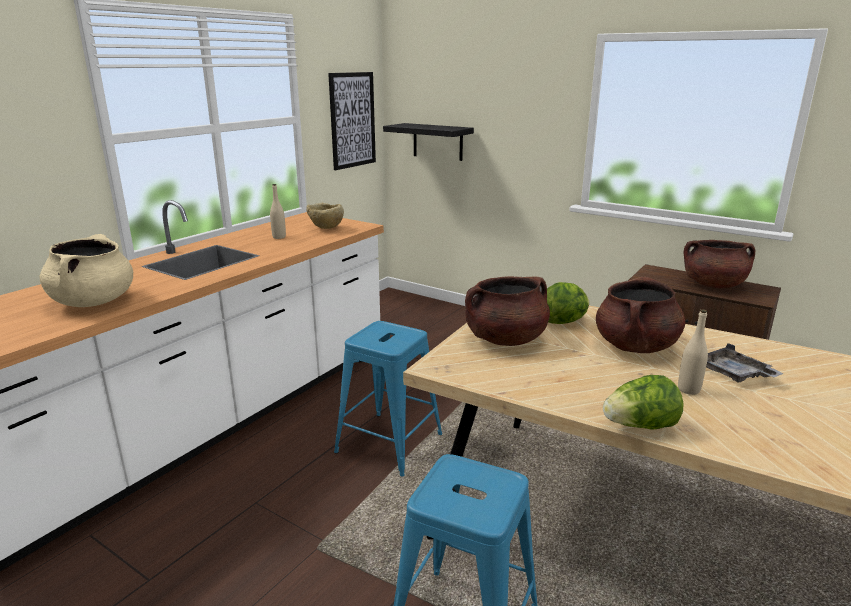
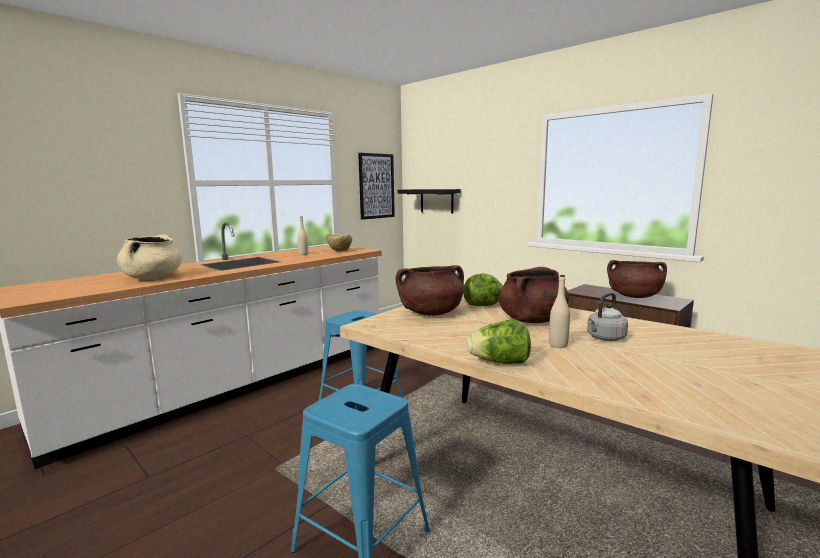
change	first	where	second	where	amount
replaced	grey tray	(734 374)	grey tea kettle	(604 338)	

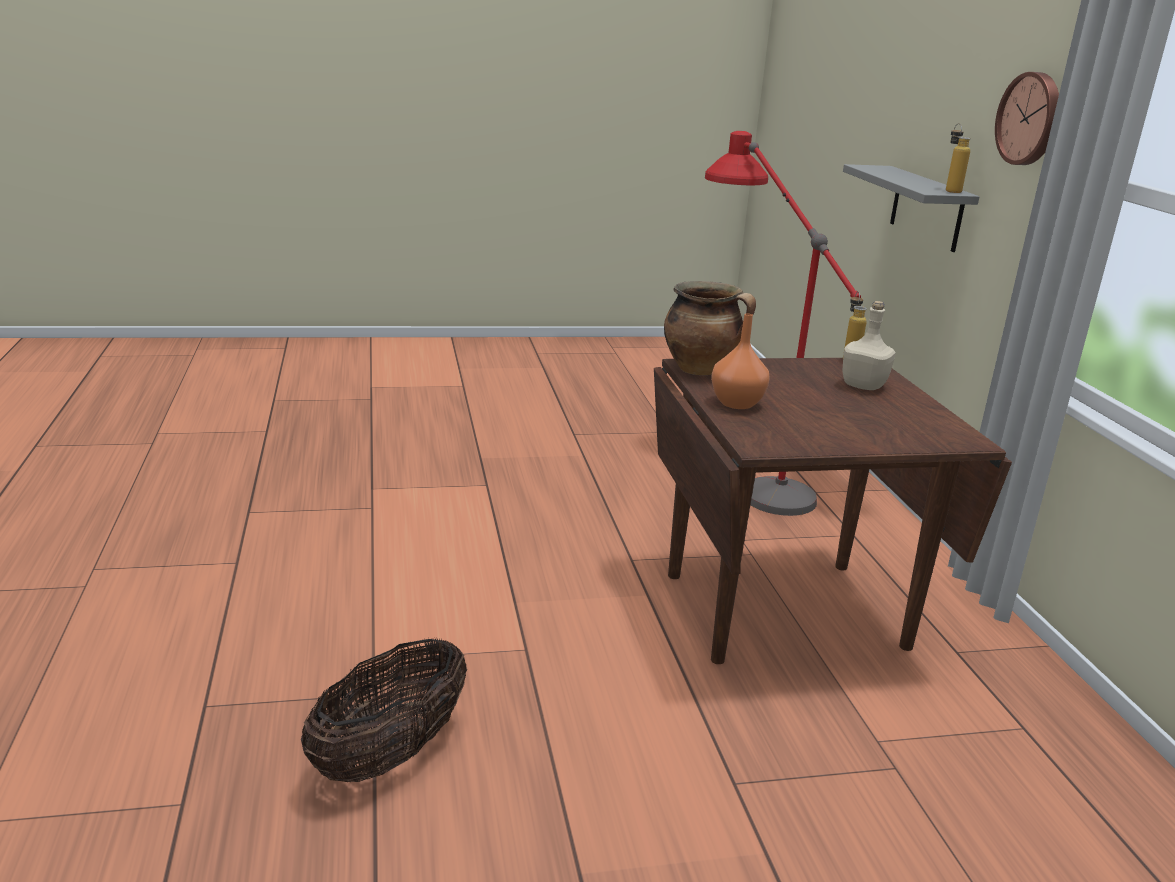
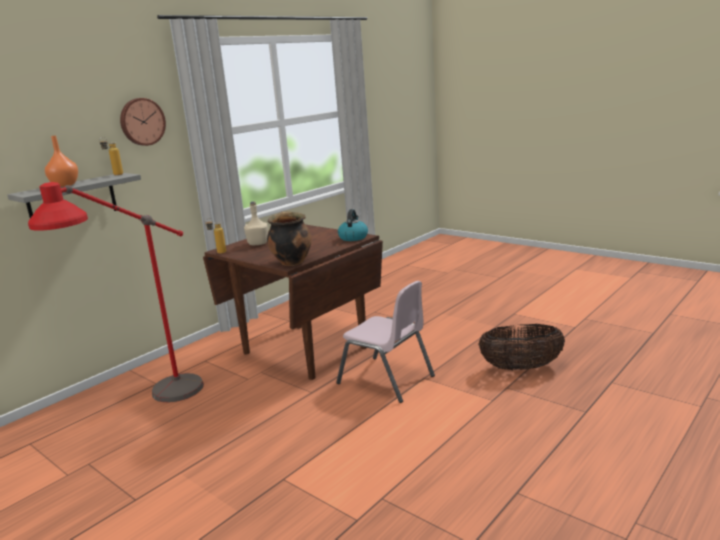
change	first	where	second	where	amount
moved	orangey flower vase	(737 404)		(65 185)	
added			pink-coloured upright chair	(386 380)	
added			tea kettle	(353 237)	

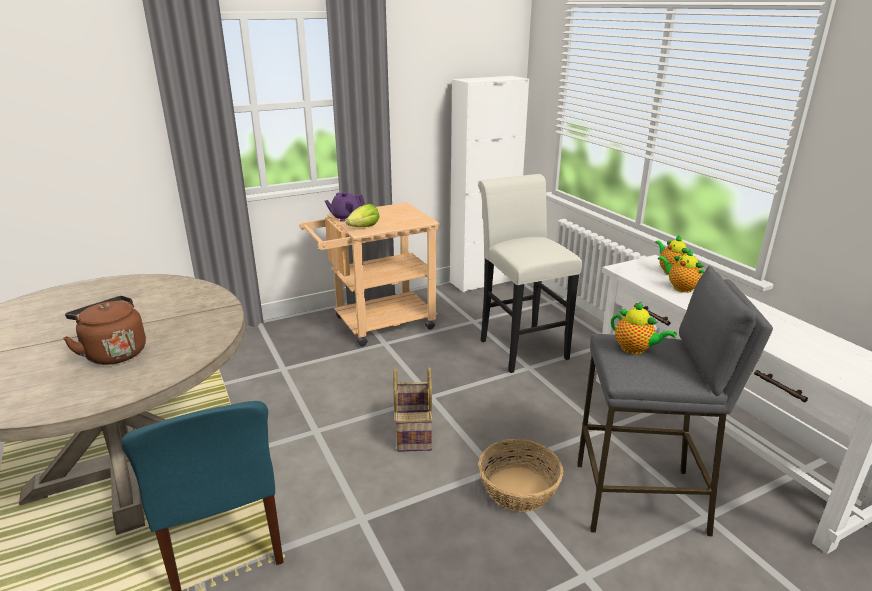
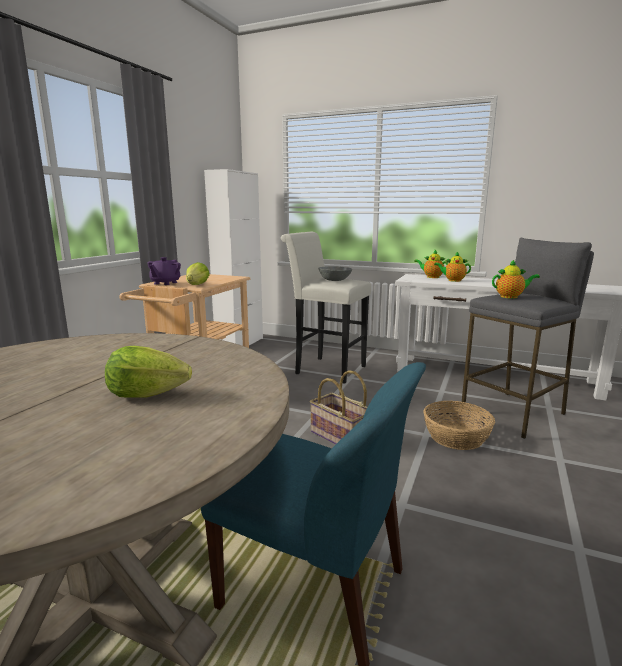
change	first	where	second	where	amount
replaced	brownish tea kettle	(114 353)	lettuce head	(147 394)	
added			grey serving bowl	(335 280)	

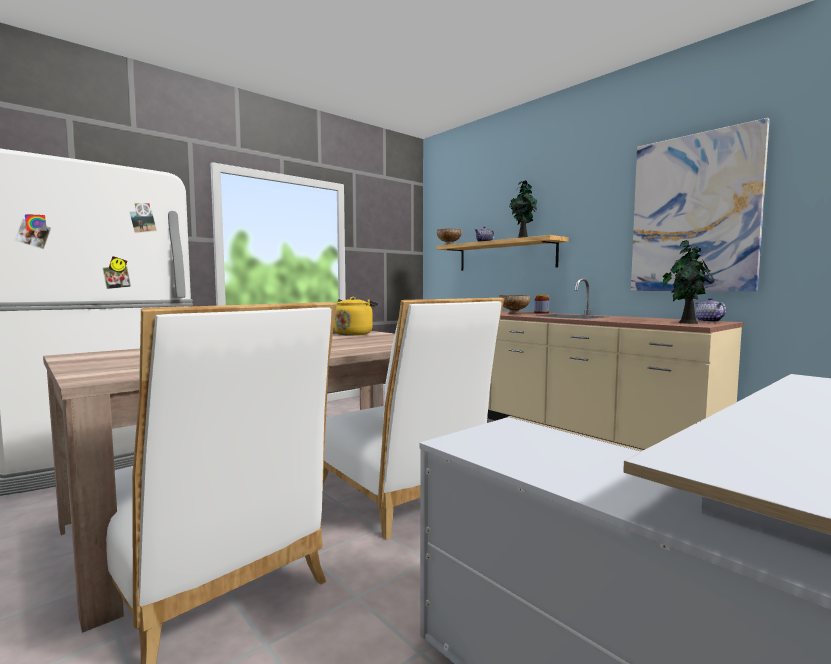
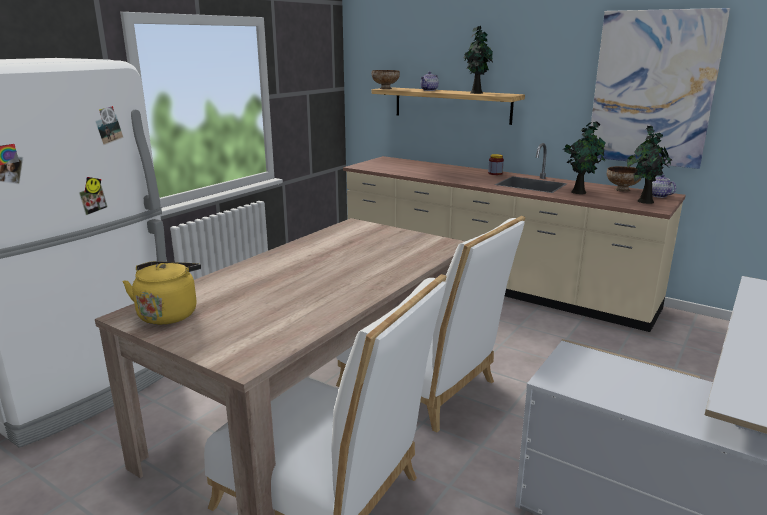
change	first	where	second	where	amount
moved	yellow tea kettle	(354 334)		(169 314)	
added			houseplant	(579 192)	
moved	serving bowl	(514 314)		(622 189)	

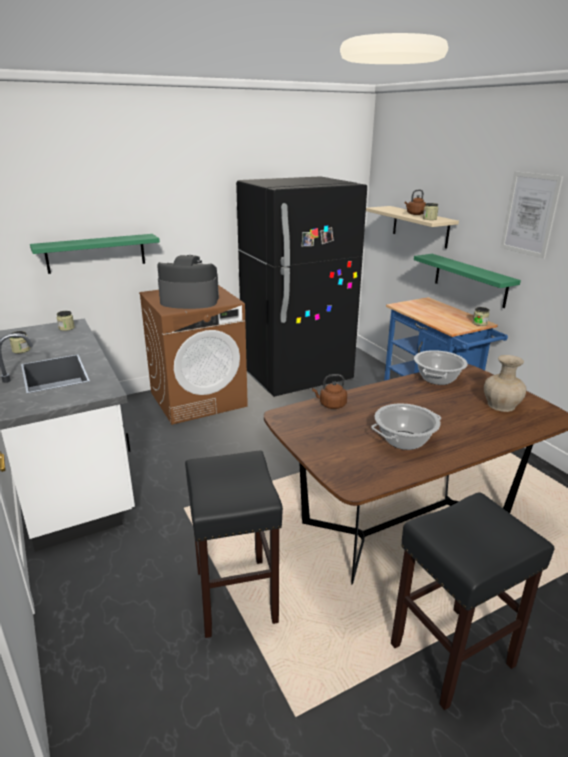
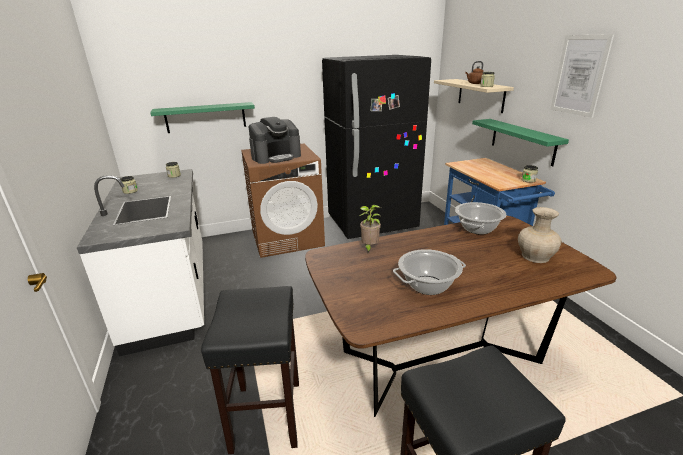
change	first	where	second	where	amount
turned	coffee maker	(189 301)		(276 157)	135 degrees clockwise
replaced	brownish tea kettle	(331 405)	houseplant	(369 248)	

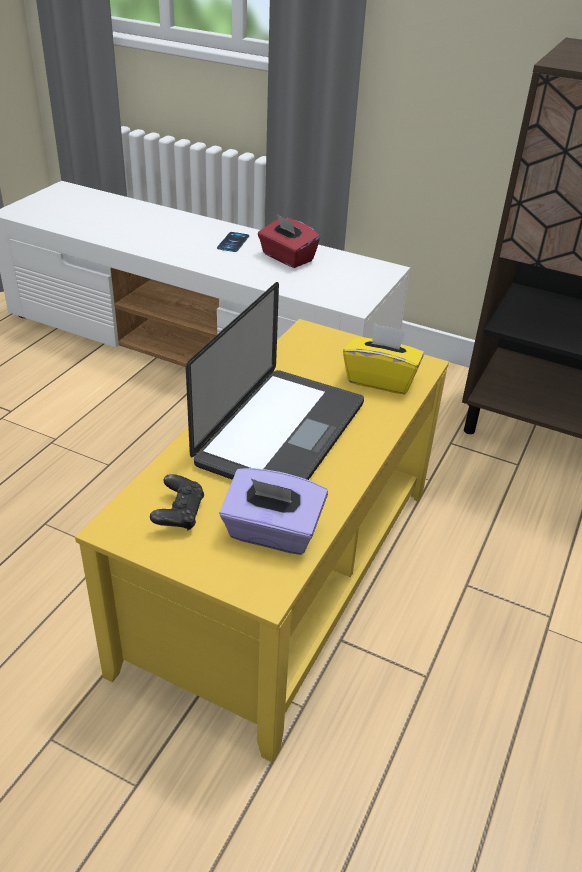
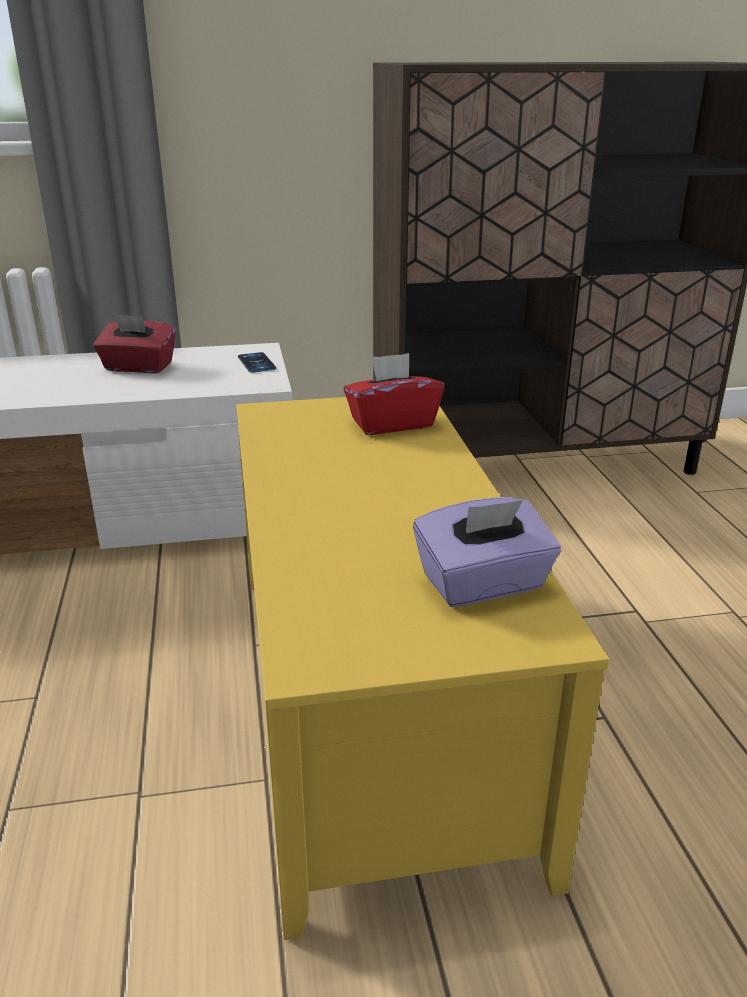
change	first	where	second	where	amount
moved	handset	(233 242)		(256 363)	
recoloured	yellow tissue box	(380 380)	red tissue box	(392 423)	
removed	blackish game controller	(179 514)			
removed	laptop	(281 433)			

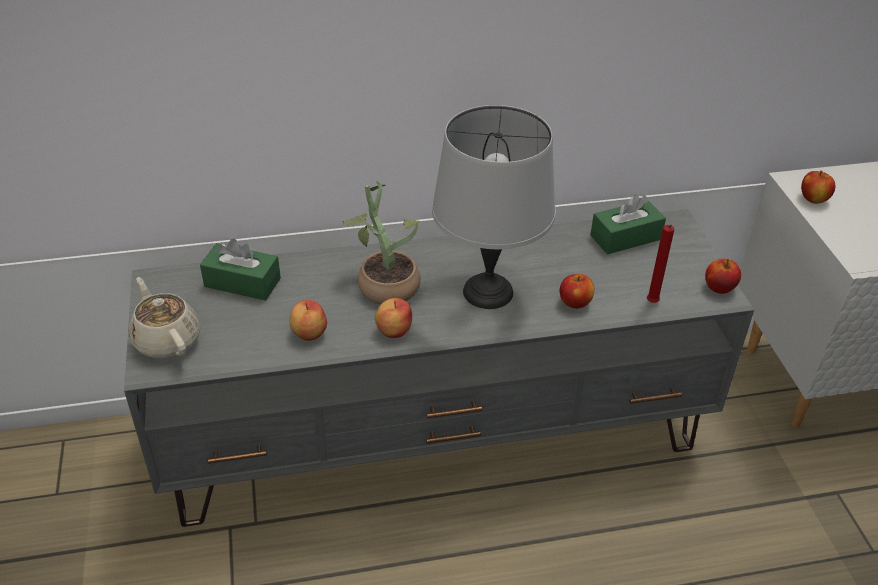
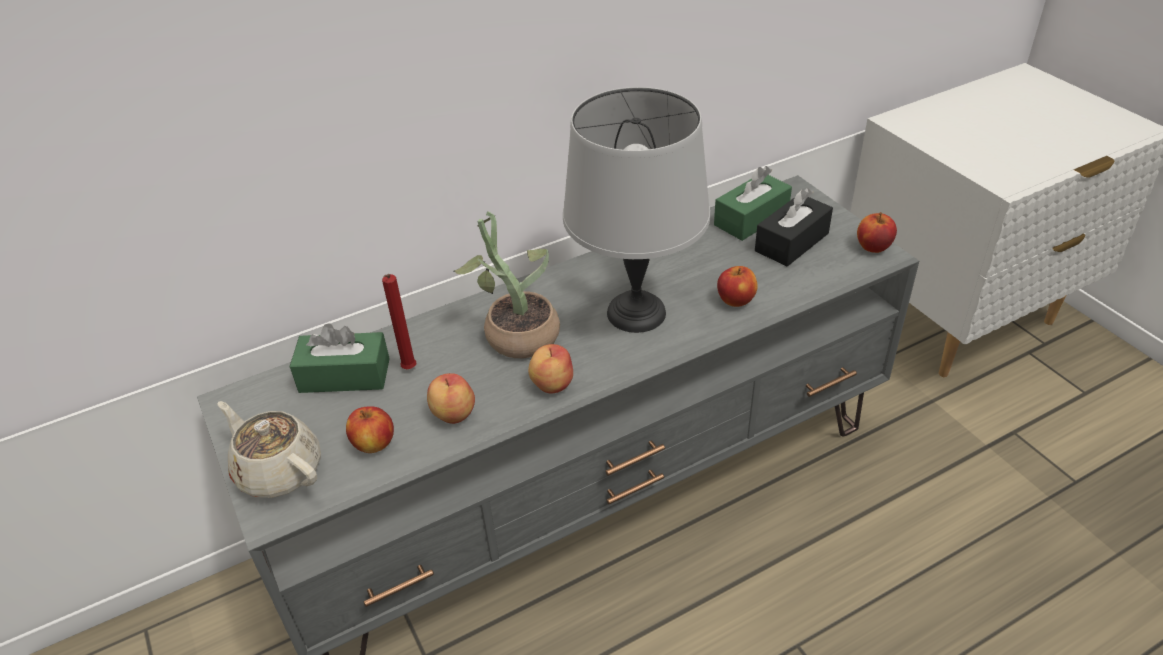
change	first	where	second	where	amount
moved	apple fruit	(813 199)		(374 444)	
moved	red candle	(651 304)		(409 370)	
added			blackish tissue box	(791 242)	

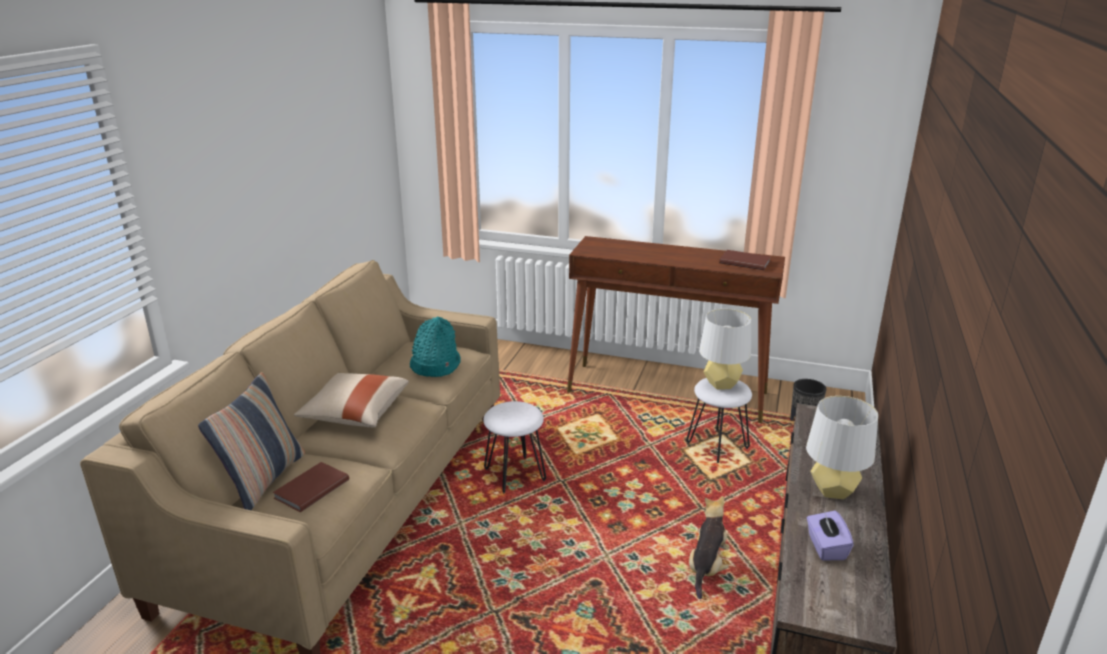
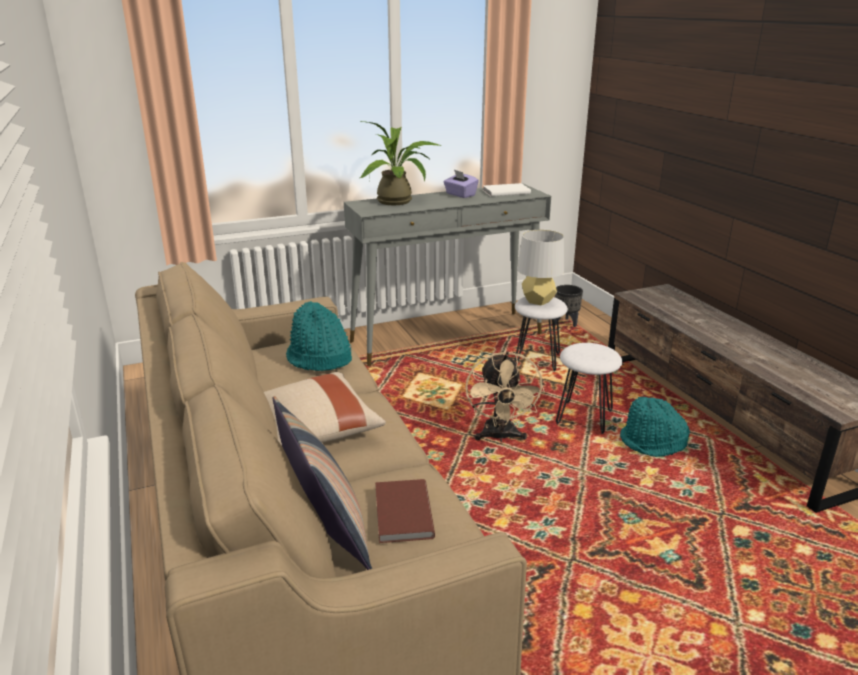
change	first	where	second	where	amount
recoloured	brownish console table	(667 392)	grey console table	(447 337)	
added			houseplant	(399 201)	
moved	purple-coloured tissue box	(825 547)		(460 195)	
added			beige-coloured electric fan	(500 437)	
recoloured	brownish bound book	(744 262)	whitish bound book	(505 192)	
moved	whitish stool	(515 475)		(584 417)	
replaced	soft toy	(707 567)	turquoise clothing hat	(653 443)	
removed	grey tabletop lamp	(832 490)			

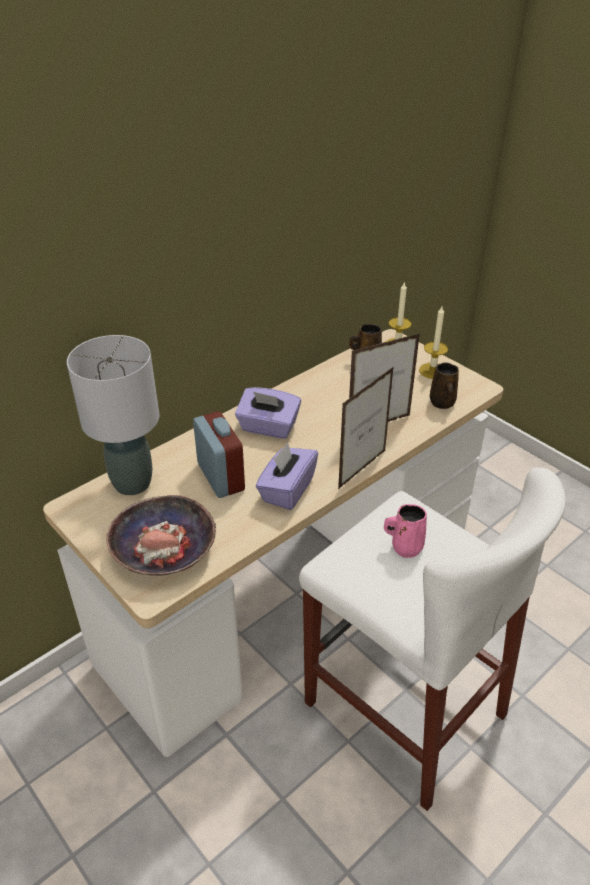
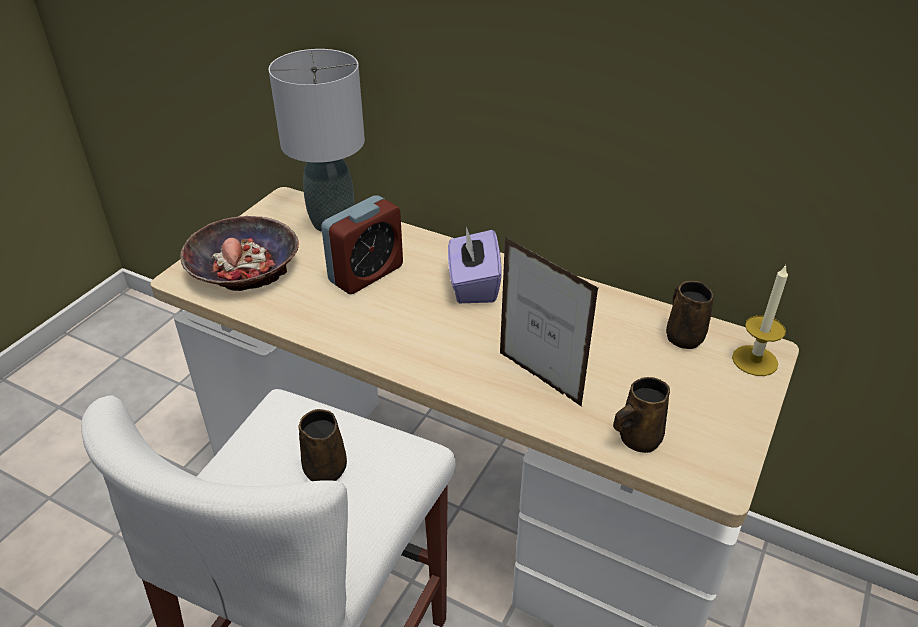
change	first	where	second	where	amount
recoloured	pink-coloured coffee mug	(405 547)	brownish coffee mug	(325 467)	
removed	purple-coloured tissue box	(287 490)			
removed	standing frame	(362 469)			
removed	candle	(432 371)			

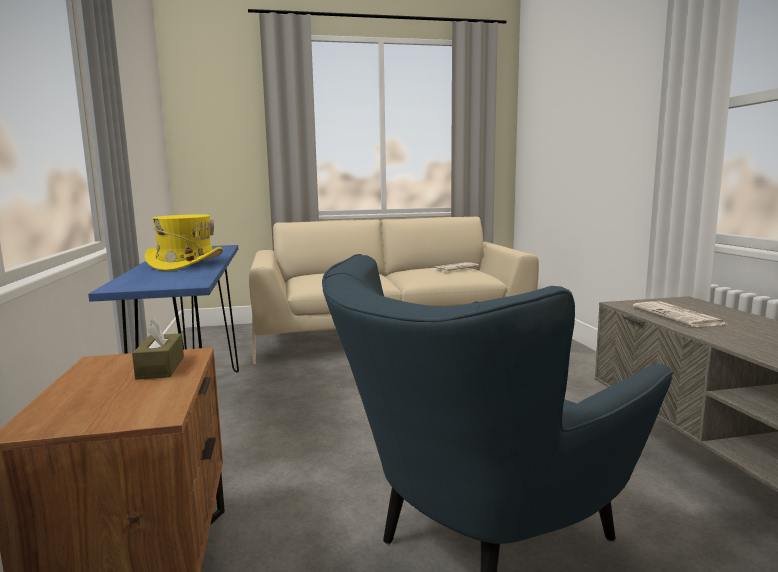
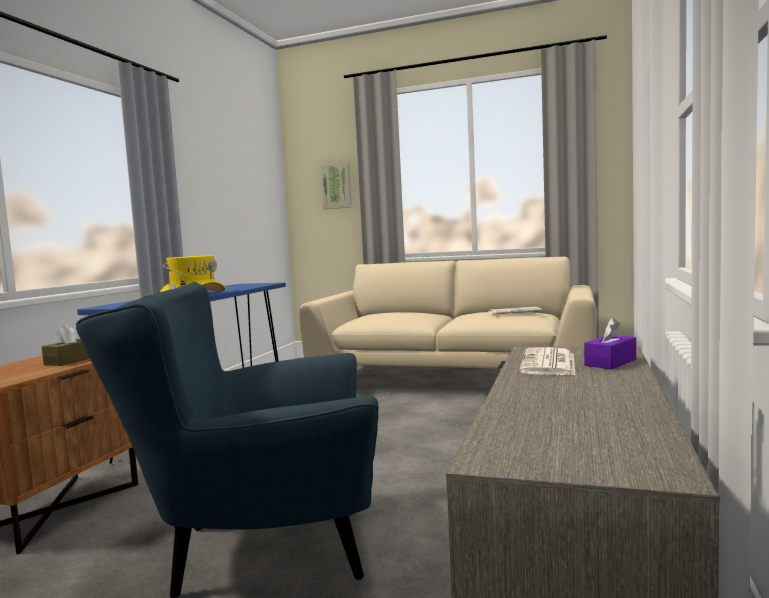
change	first	where	second	where	amount
added			wall art	(336 186)	
added			purple-coloured tissue box	(610 362)	

